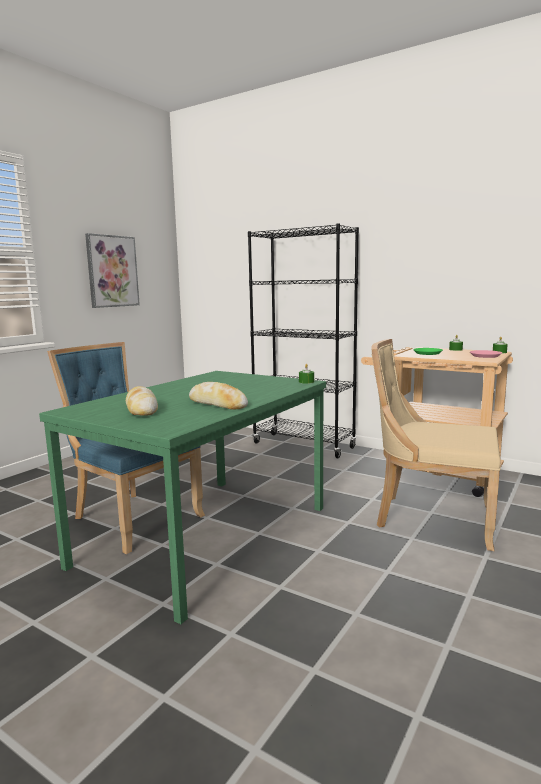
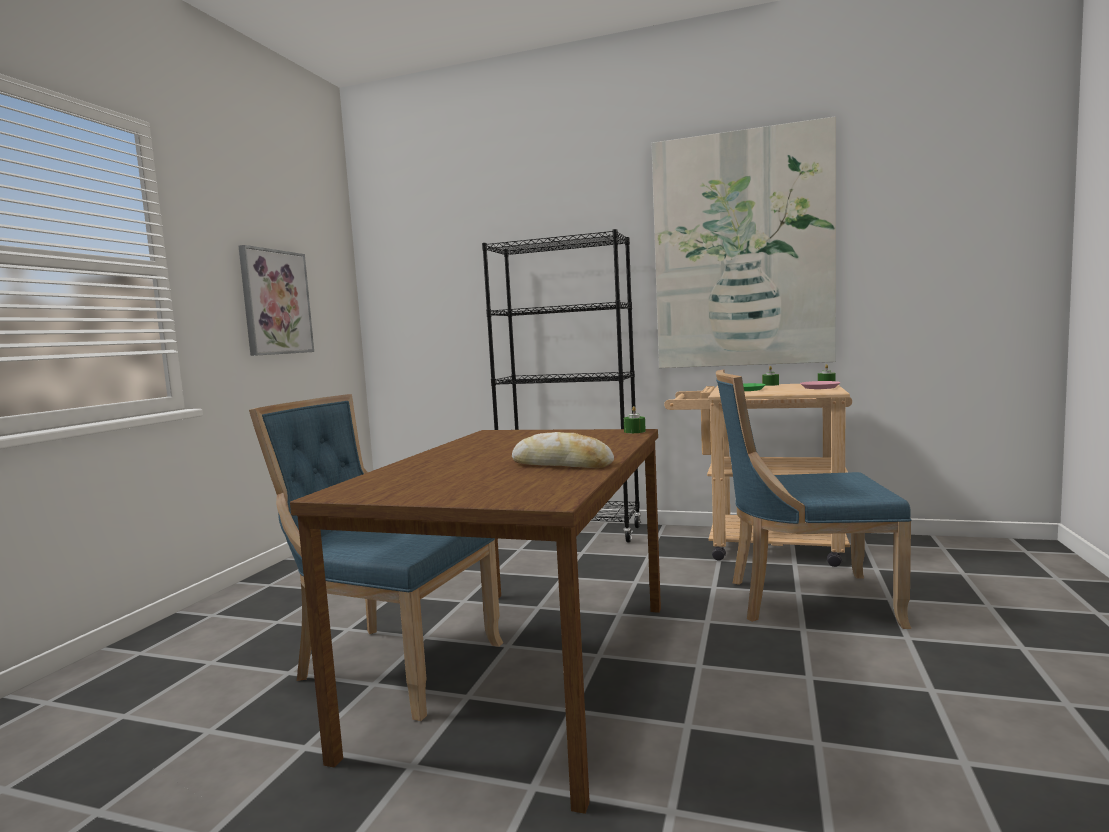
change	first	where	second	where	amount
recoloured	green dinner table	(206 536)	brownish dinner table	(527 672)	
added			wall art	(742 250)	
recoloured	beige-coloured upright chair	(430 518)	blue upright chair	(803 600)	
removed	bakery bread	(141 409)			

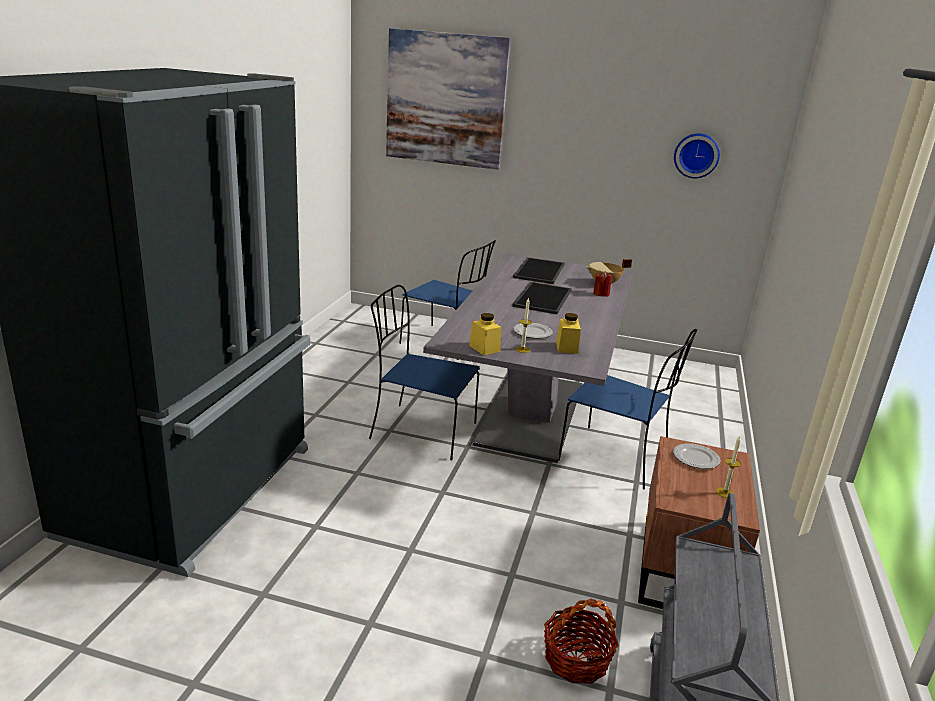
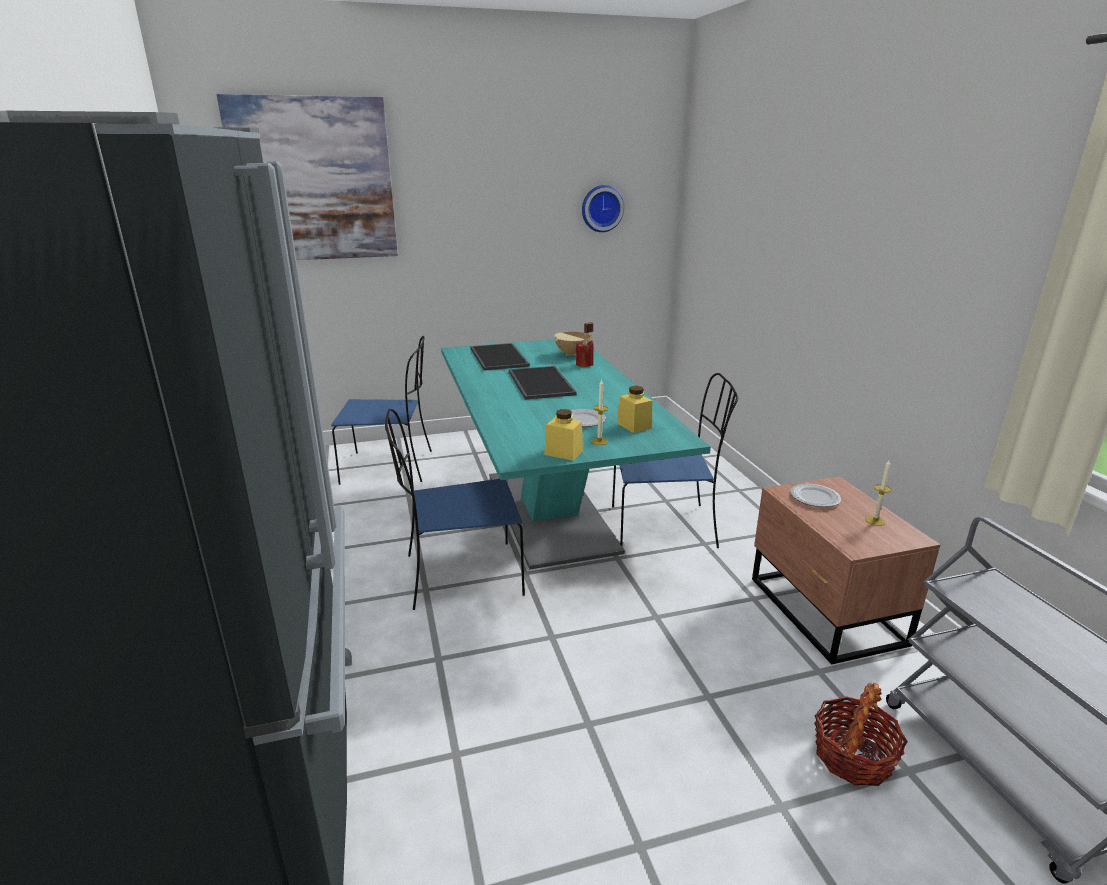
change	first	where	second	where	amount
recoloured	grey dinner table	(531 414)	turquoise dinner table	(550 513)	

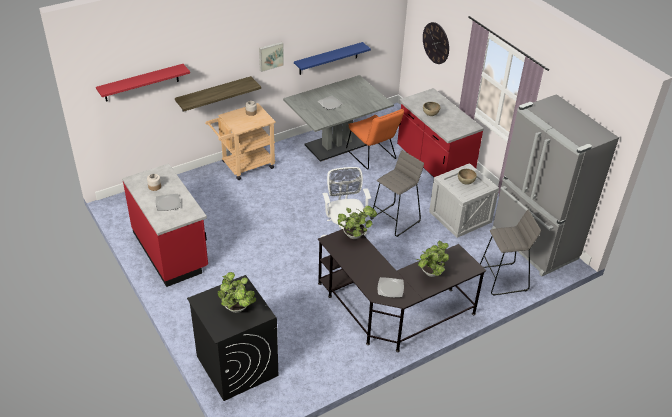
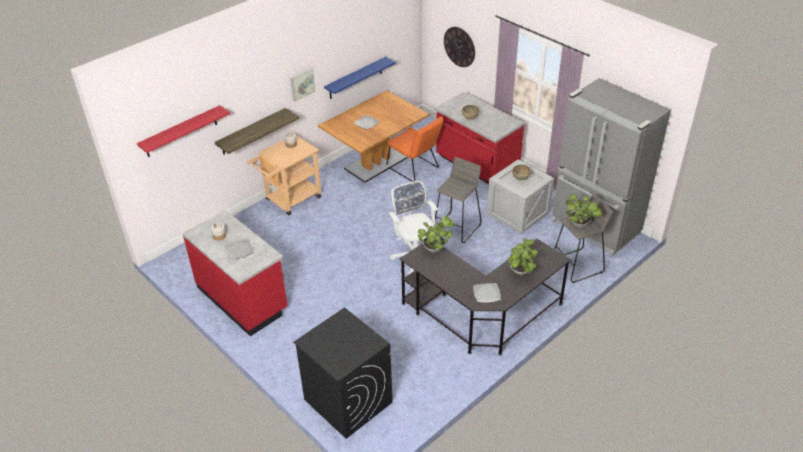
change	first	where	second	where	amount
recoloured	grey dinner table	(336 145)	brownish dinner table	(376 163)	
moved	houseplant	(238 309)		(580 224)	

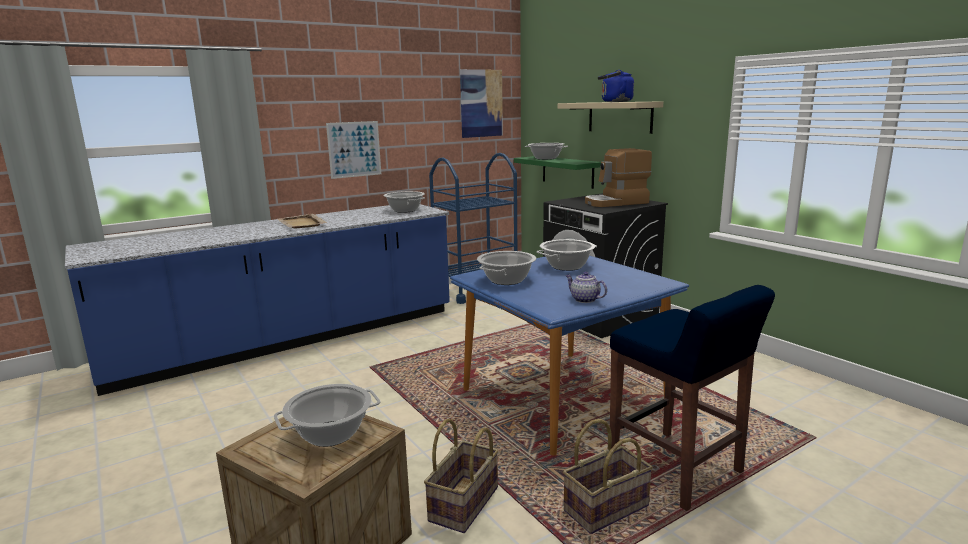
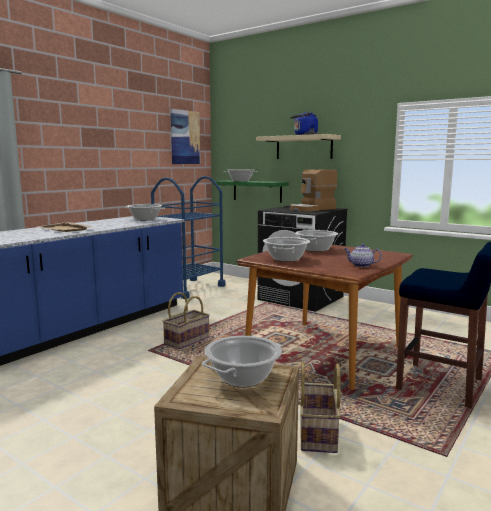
change	first	where	second	where	amount
moved	household basket	(605 507)		(186 340)	
recoloured	blue dinner table	(562 398)	brownish dinner table	(323 352)	
removed	wall art	(354 149)			

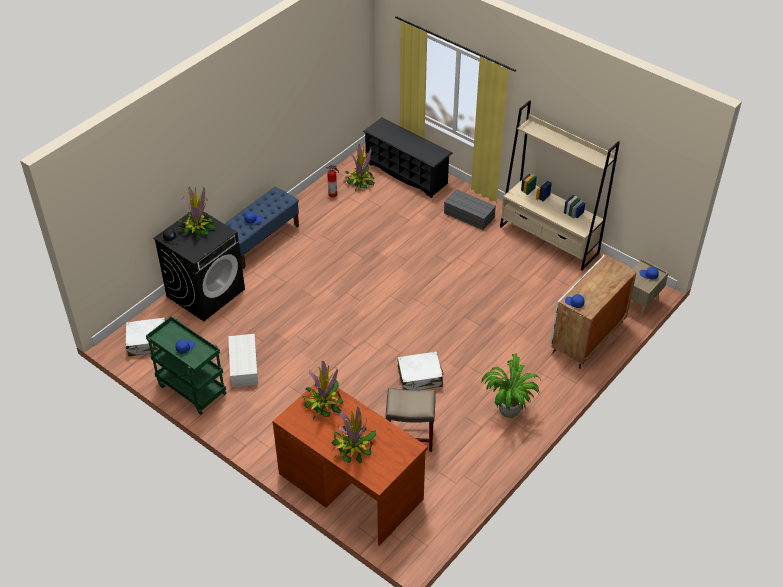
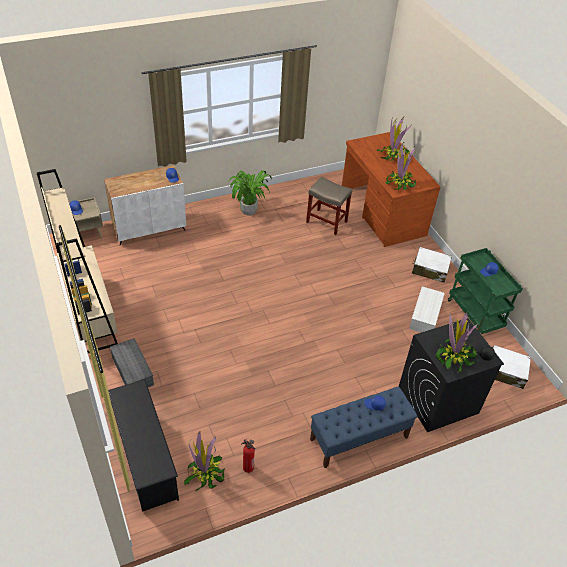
change	first	where	second	where	amount
moved	whitish piece of luggage	(420 377)		(430 269)	

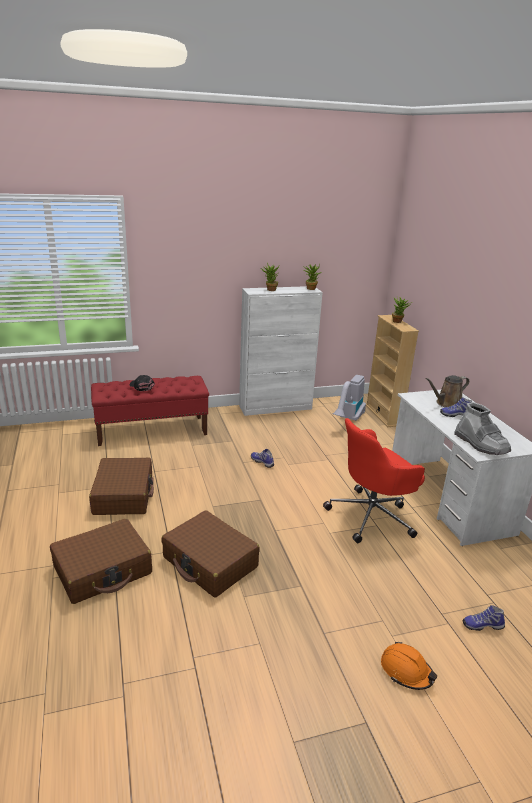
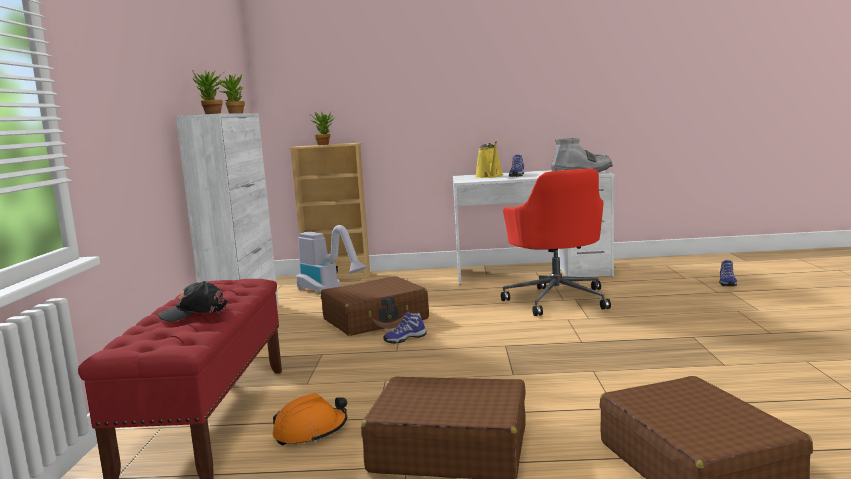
change	first	where	second	where	amount
moved	orangey work helmet	(406 671)		(310 431)	
moved	brownish piece of luggage	(210 563)		(376 319)	
recoloured	brownish watering pot	(446 403)	yellow watering pot	(490 176)	

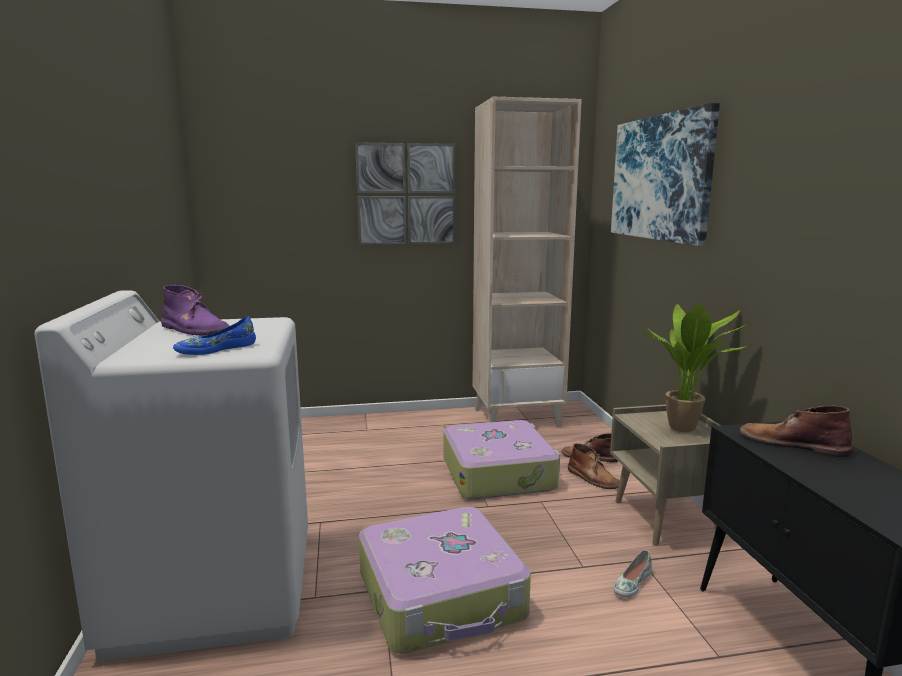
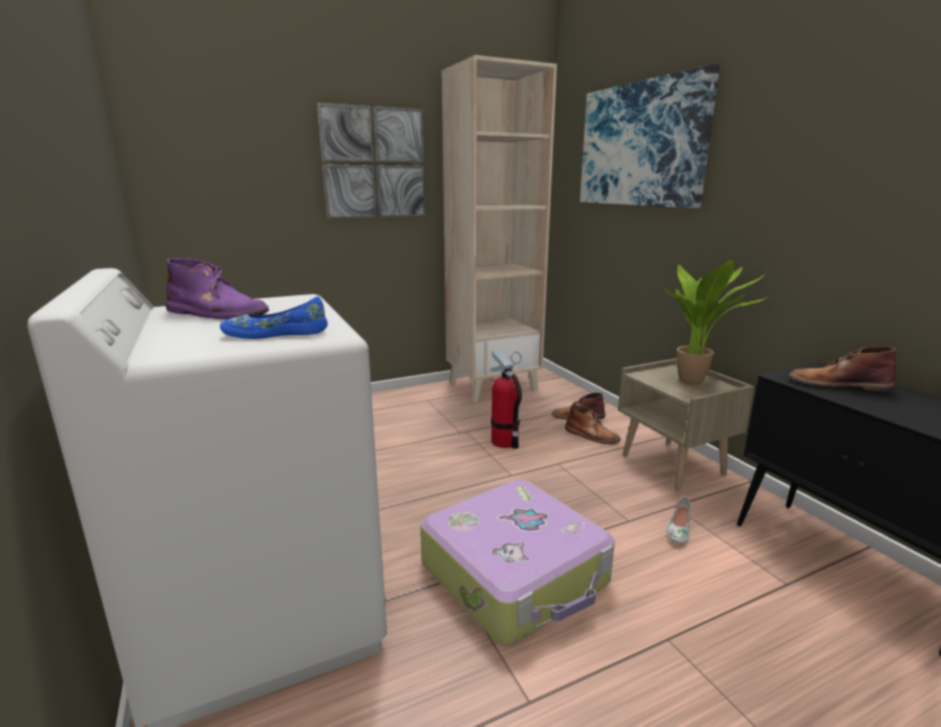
change	first	where	second	where	amount
turned	blue shoe	(216 349)		(276 333)	45 degrees clockwise
replaced	piece of luggage	(499 473)	fire-fighting cylinder	(505 441)	

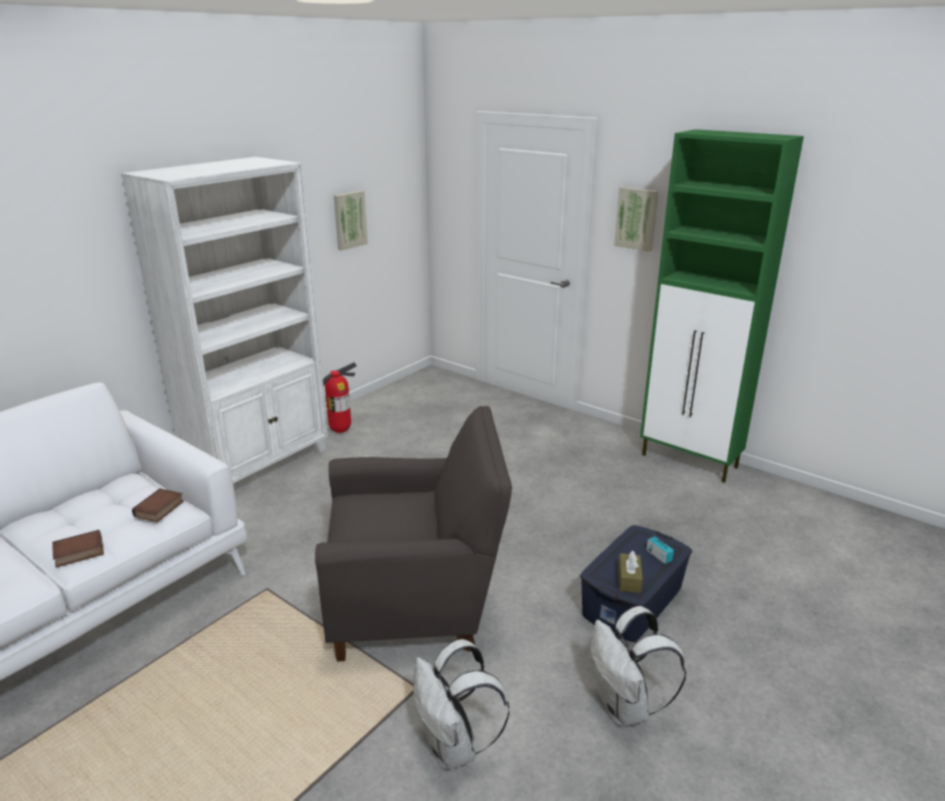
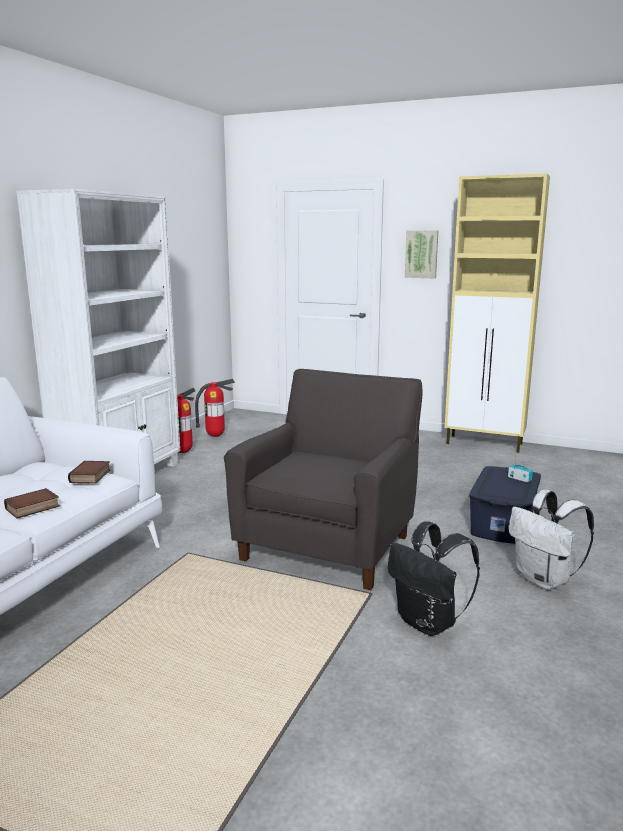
change	first	where	second	where	amount
added			fire-fighting cylinder	(215 436)	
turned	grey easy chair	(417 600)		(329 543)	45 degrees counterclockwise
recoloured	whitish backpack	(454 747)	blackish backpack	(429 623)	
recoloured	green cupboard	(690 461)	beige-coloured cupboard	(485 444)	
removed	wall art	(349 220)			
removed	brownish tissue box	(629 579)			

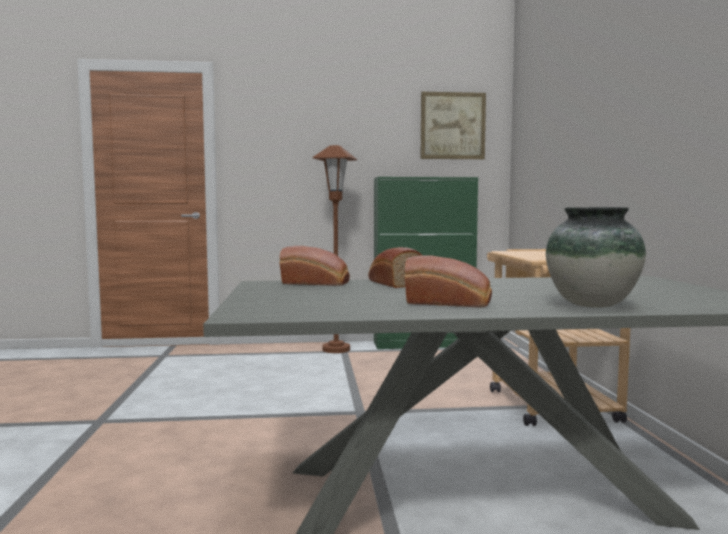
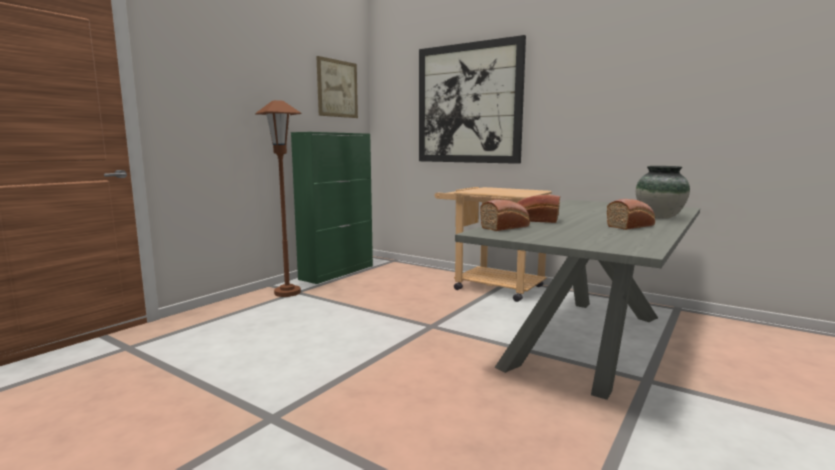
change	first	where	second	where	amount
added			wall art	(468 104)	

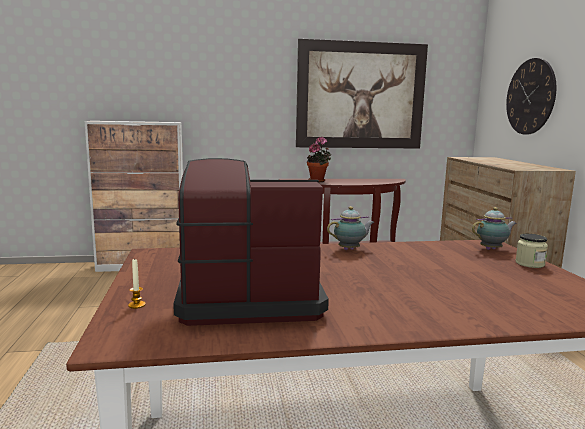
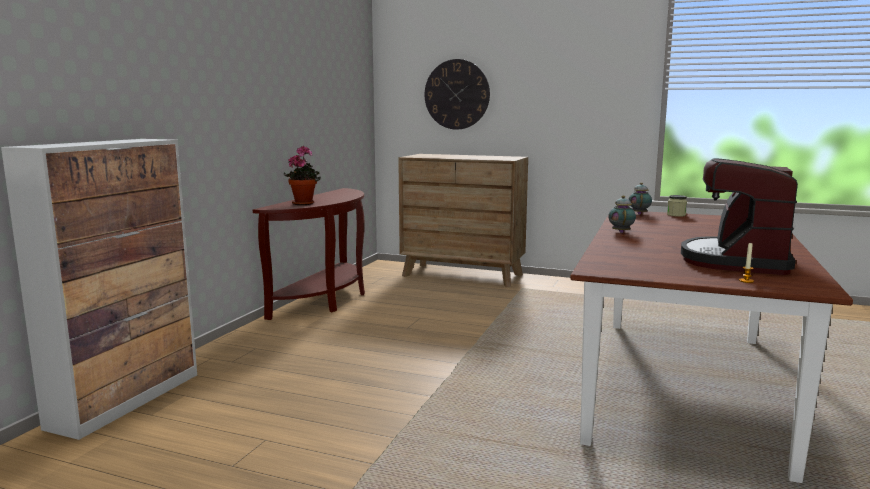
change	first	where	second	where	amount
removed	wall art	(360 96)			

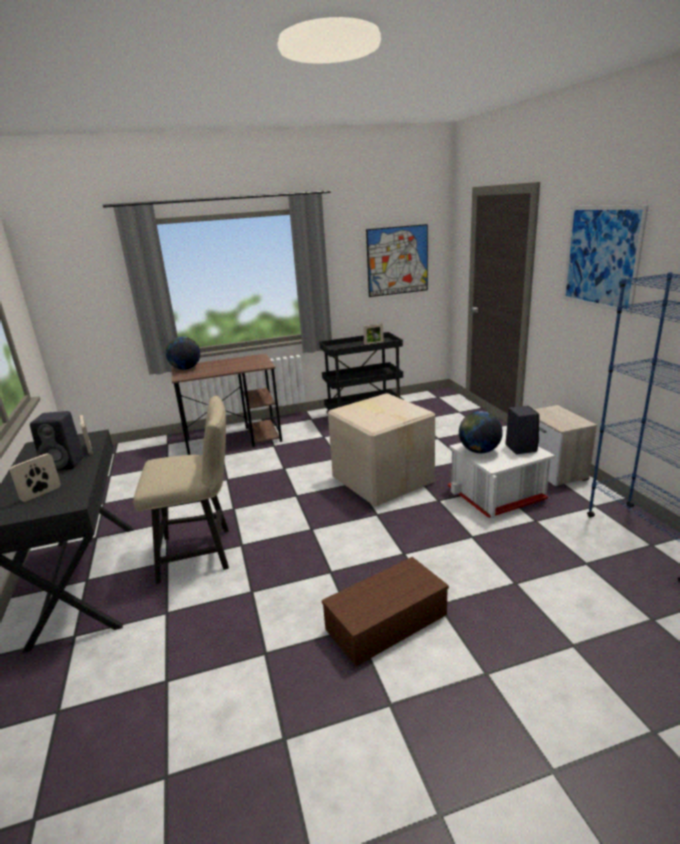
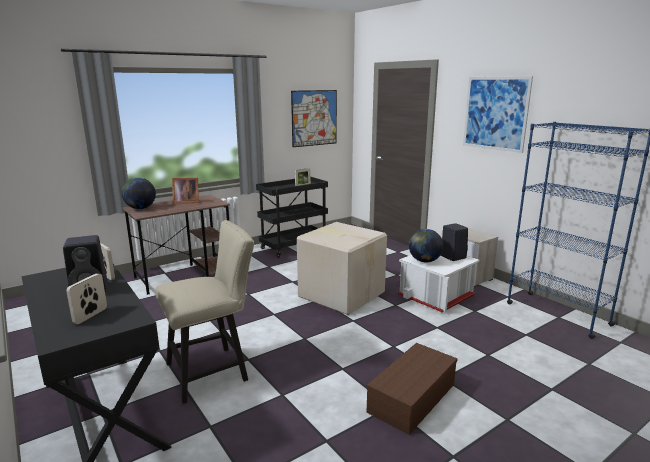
change	first	where	second	where	amount
added			standing frame	(186 202)	

